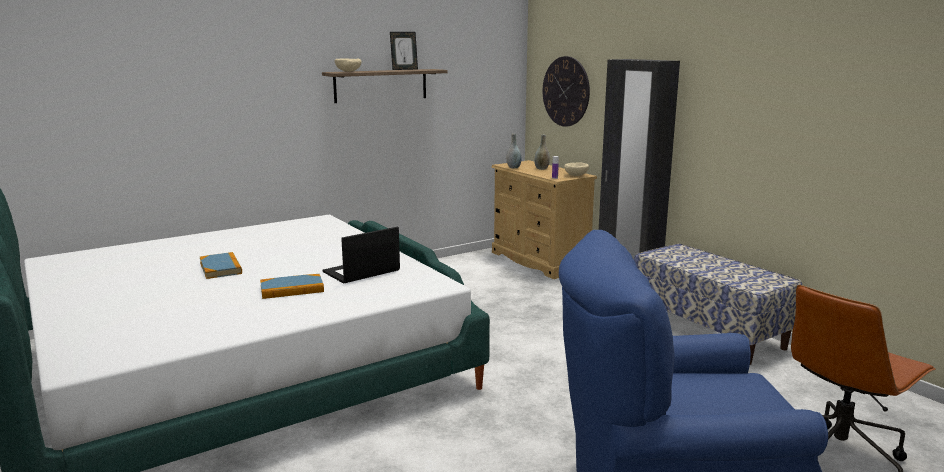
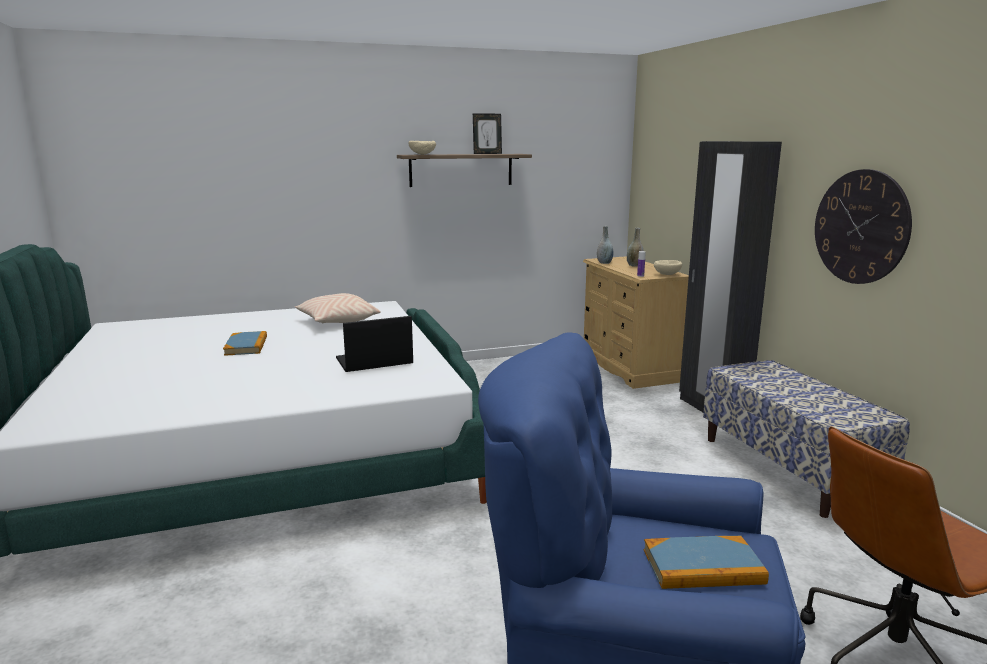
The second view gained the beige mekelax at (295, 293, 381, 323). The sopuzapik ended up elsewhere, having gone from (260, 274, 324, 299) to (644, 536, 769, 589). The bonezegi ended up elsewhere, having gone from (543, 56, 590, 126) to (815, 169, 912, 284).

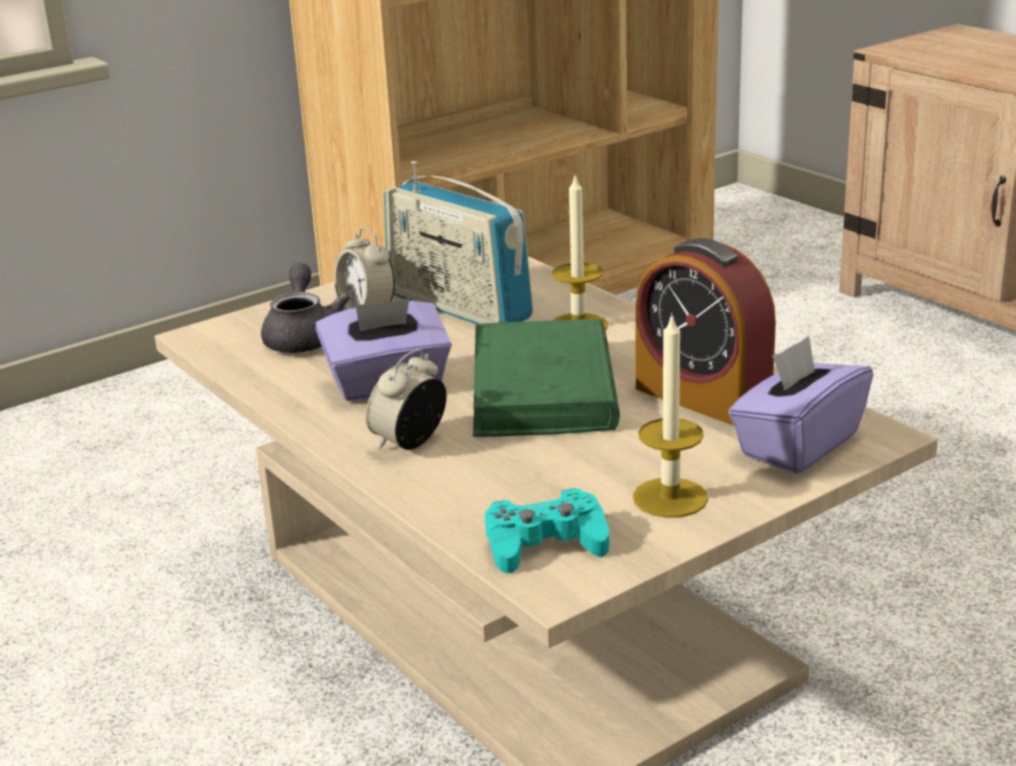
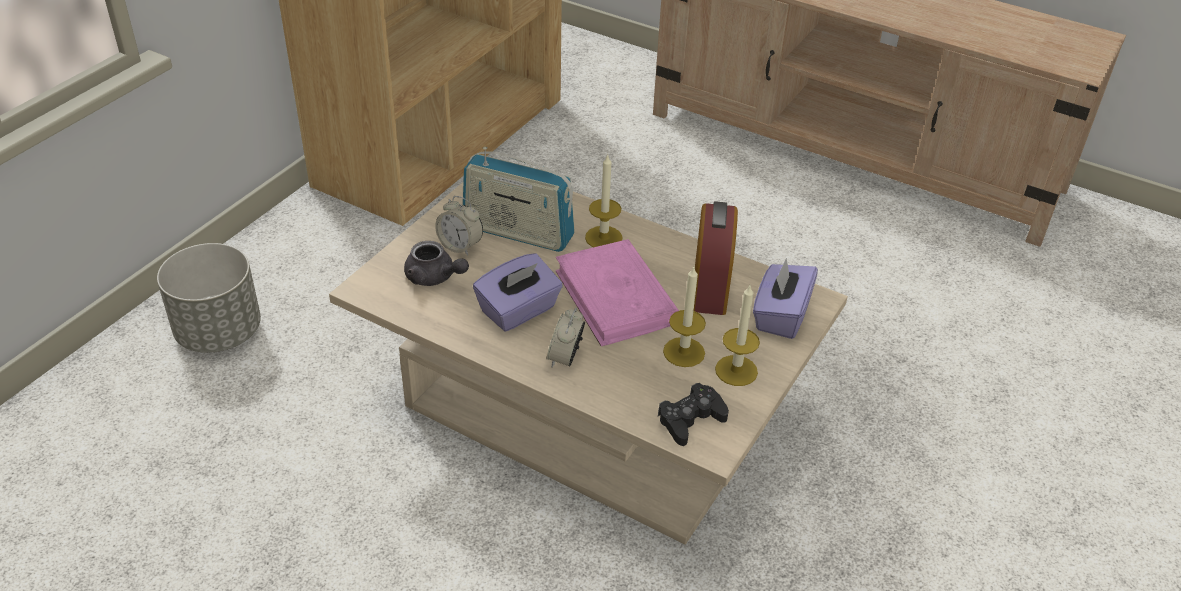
The second view gained the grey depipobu at (157, 243, 261, 353). The second view gained the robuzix at (663, 267, 706, 367). What was the green sopuzapik at (473, 319, 620, 437) turned into the pink sopuzapik at (556, 239, 679, 346). What was the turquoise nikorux at (485, 488, 609, 573) turned into the black nikorux at (658, 383, 729, 446). The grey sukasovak at (261, 263, 351, 353) ended up facing another way, 150 degrees clockwise from before. The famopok at (635, 238, 776, 426) ended up facing another way, 105 degrees counterclockwise from before.

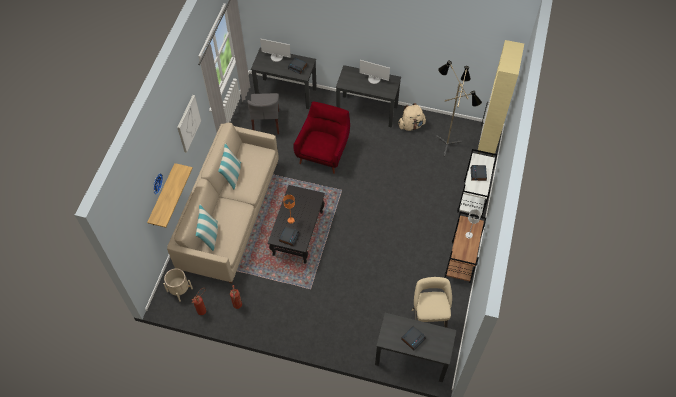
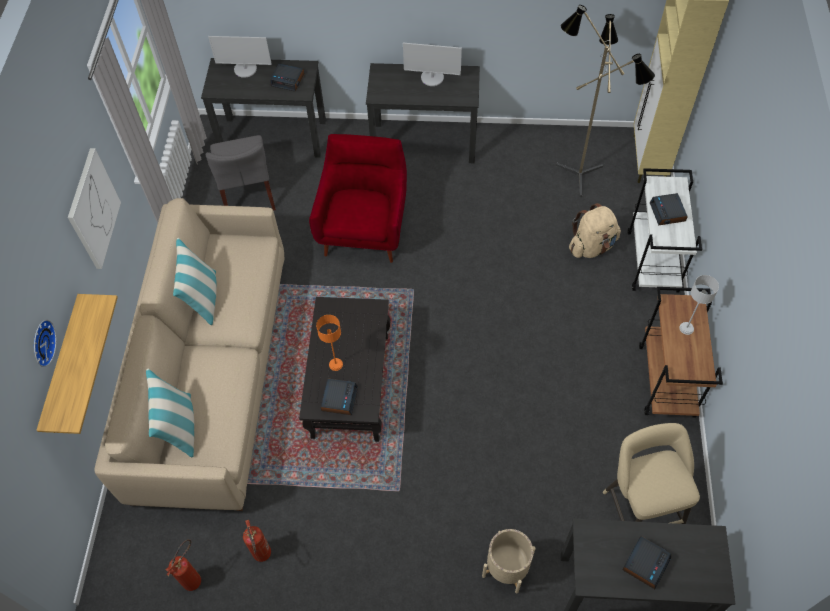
The beige depipobu ended up elsewhere, having gone from (163, 268, 193, 302) to (482, 529, 536, 593). The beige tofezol ended up elsewhere, having gone from (398, 103, 426, 131) to (569, 203, 621, 258).

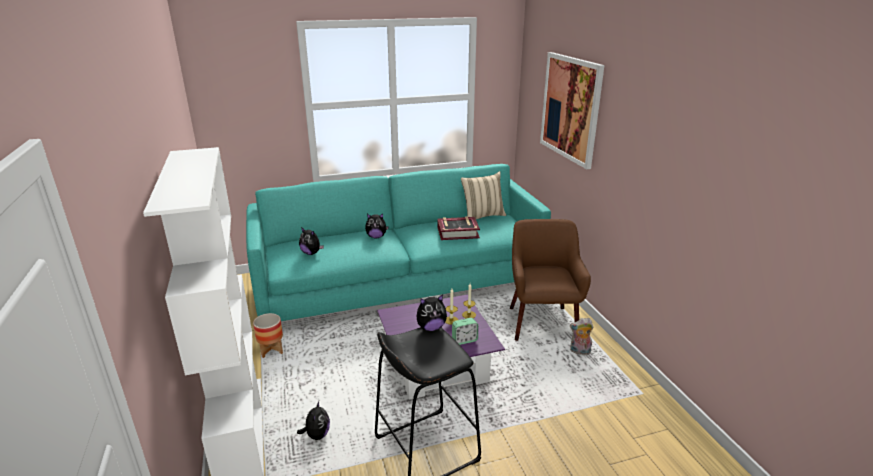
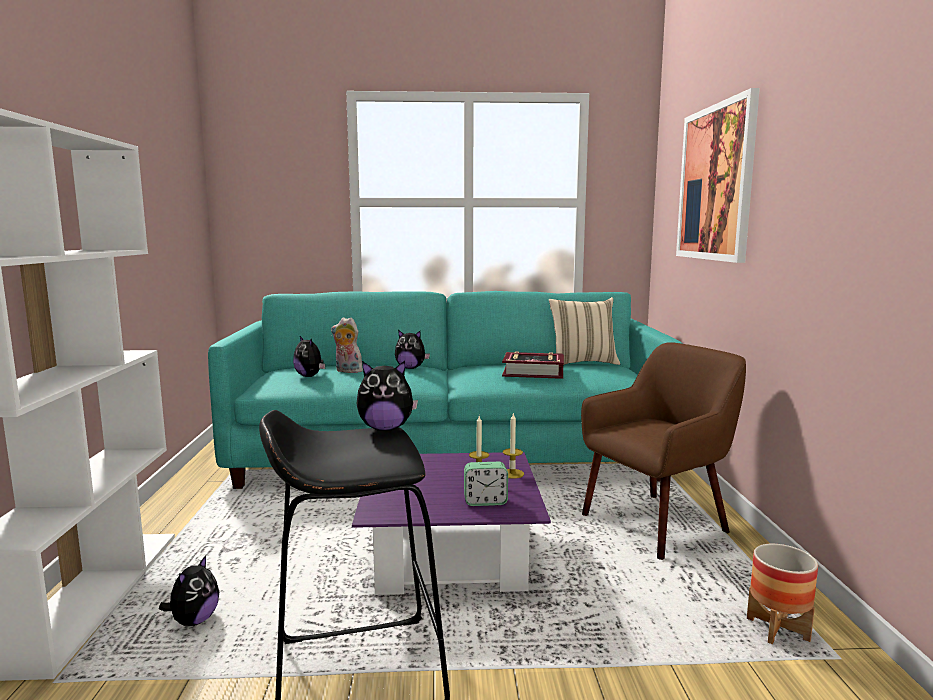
The depipobu ended up elsewhere, having gone from (253, 313, 283, 358) to (747, 544, 818, 644). The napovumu ended up elsewhere, having gone from (570, 318, 593, 355) to (331, 317, 363, 373). The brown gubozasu at (510, 219, 591, 341) ended up facing another way, 45 degrees clockwise from before.

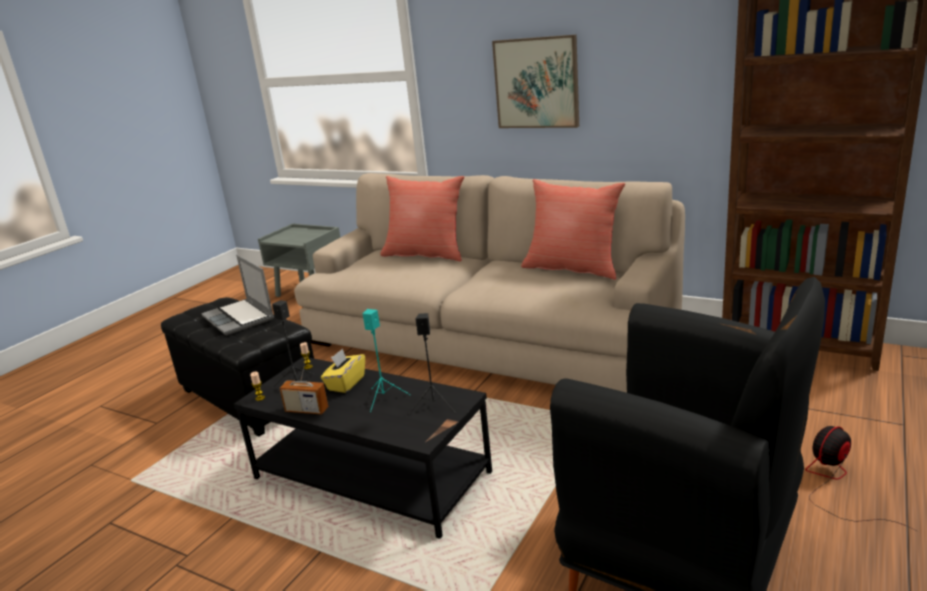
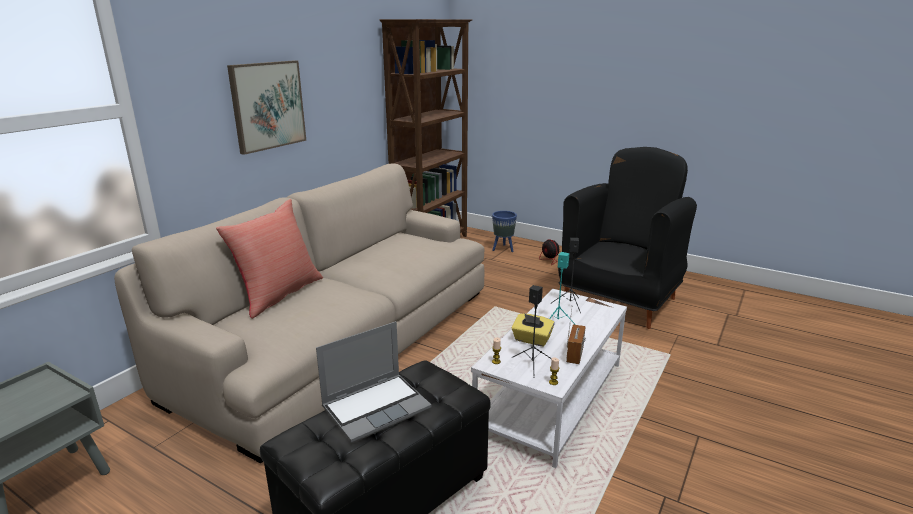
The second view lost the red mekelax at (521, 179, 625, 280). The second view gained the blue depipobu at (492, 211, 517, 252). What was the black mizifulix at (234, 357, 492, 539) turned into the white mizifulix at (471, 289, 627, 468).

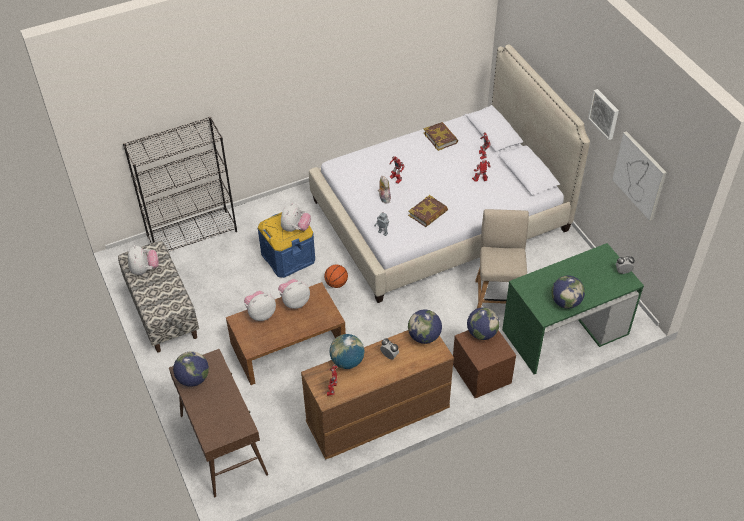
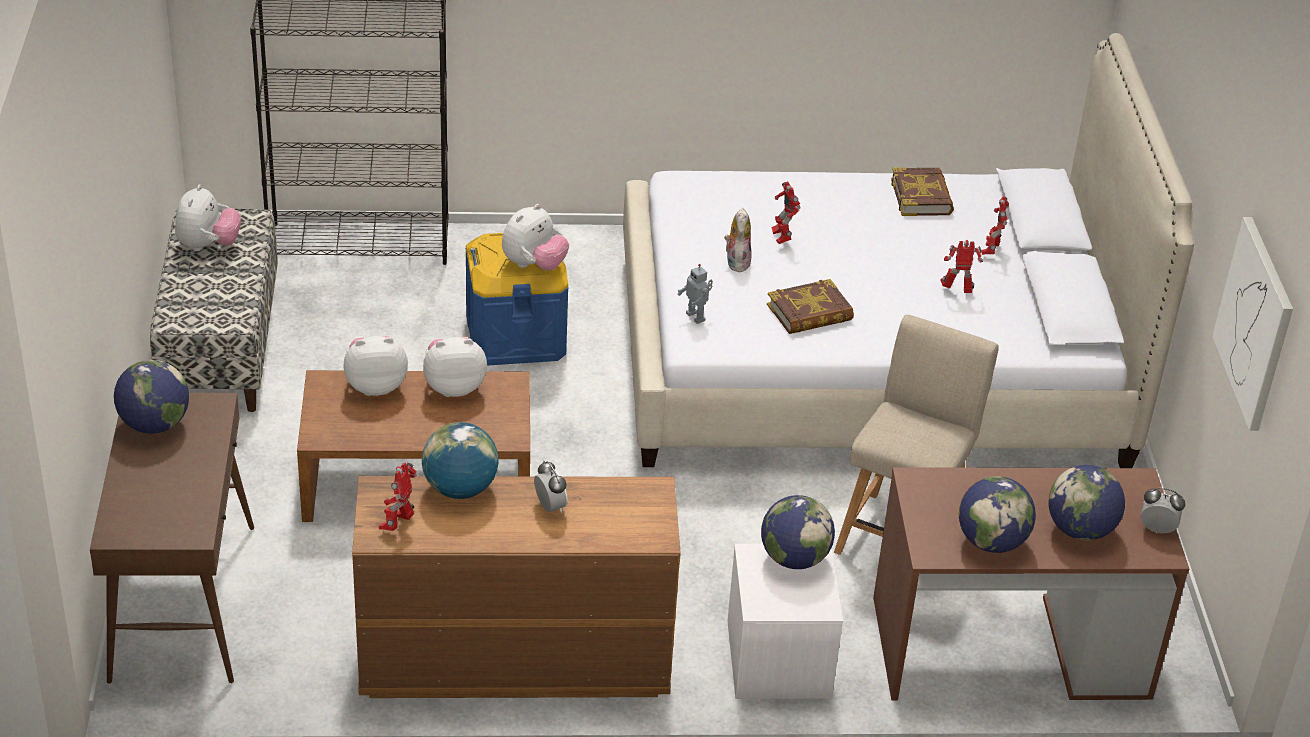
The second view lost the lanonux at (324, 265, 348, 288). The second view lost the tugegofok at (588, 89, 619, 140). The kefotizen ended up elsewhere, having gone from (408, 310, 442, 344) to (1048, 465, 1125, 541). What was the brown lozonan at (453, 330, 516, 398) turned into the white lozonan at (727, 544, 843, 699). What was the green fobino at (502, 243, 644, 374) turned into the brown fobino at (873, 467, 1189, 701).

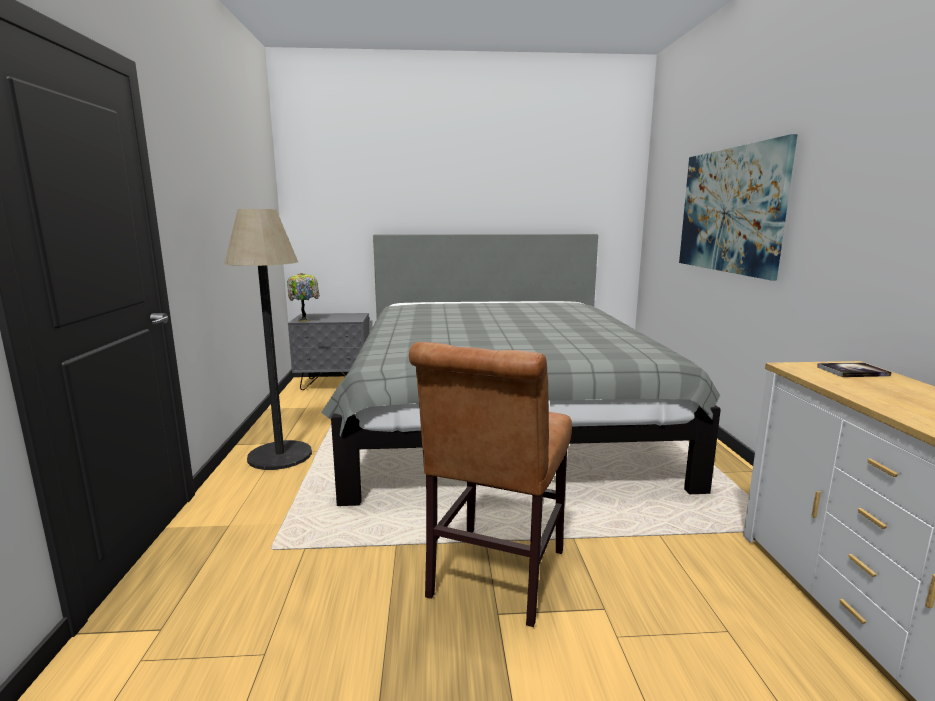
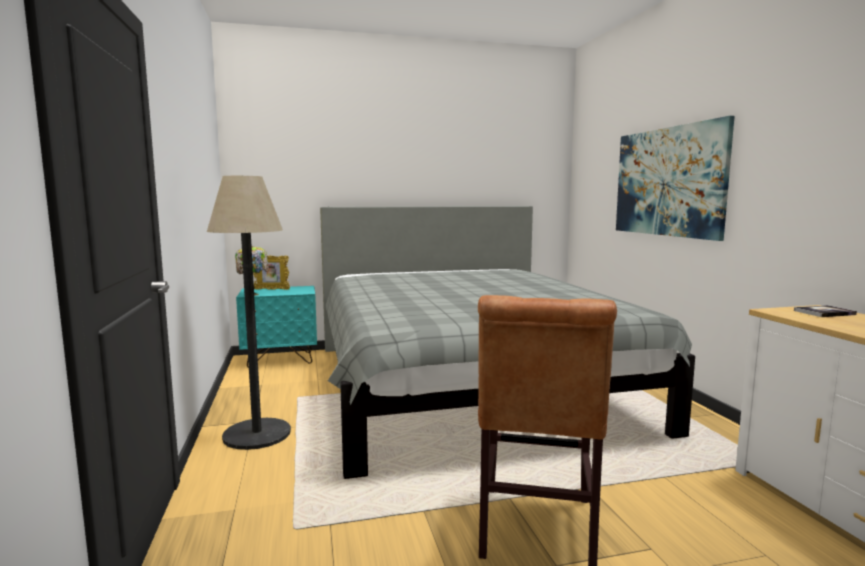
The second view gained the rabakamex at (253, 255, 290, 290). What was the grey lozonan at (288, 313, 370, 390) turned into the turquoise lozonan at (236, 286, 317, 368).

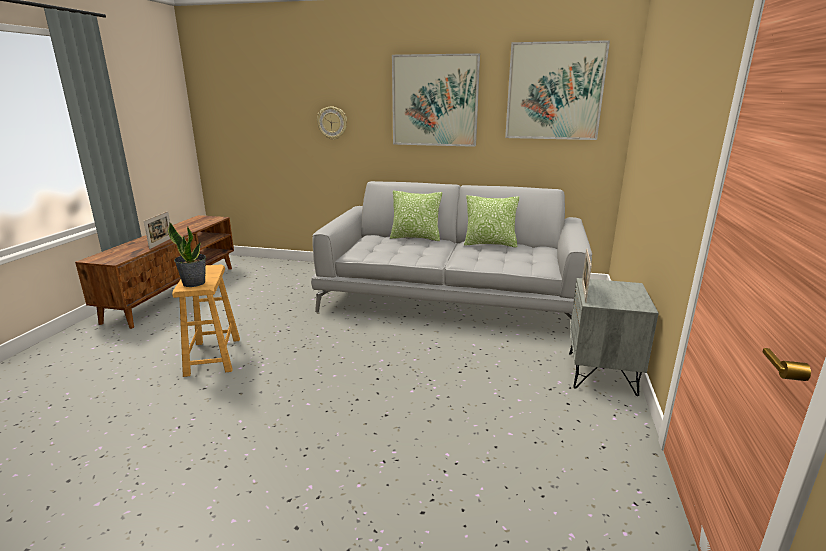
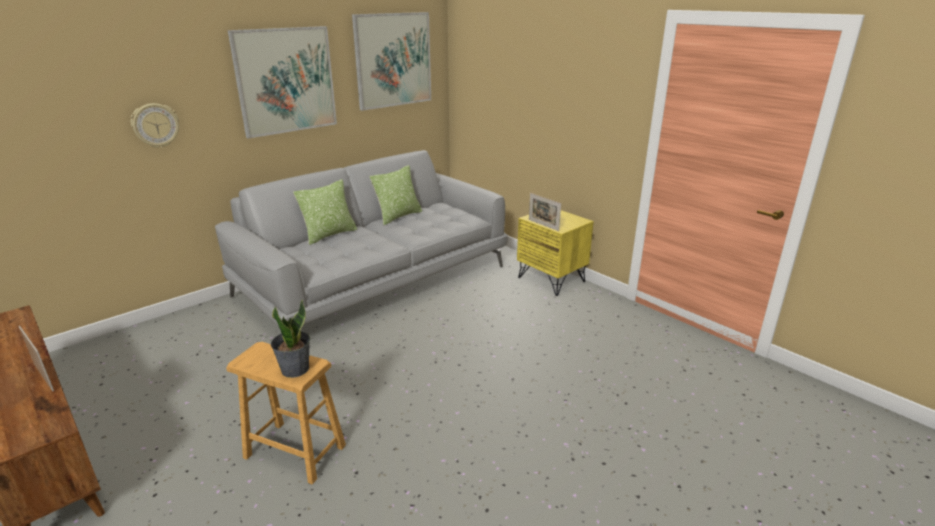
What was the grey lozonan at (569, 278, 659, 396) turned into the yellow lozonan at (517, 210, 594, 296).

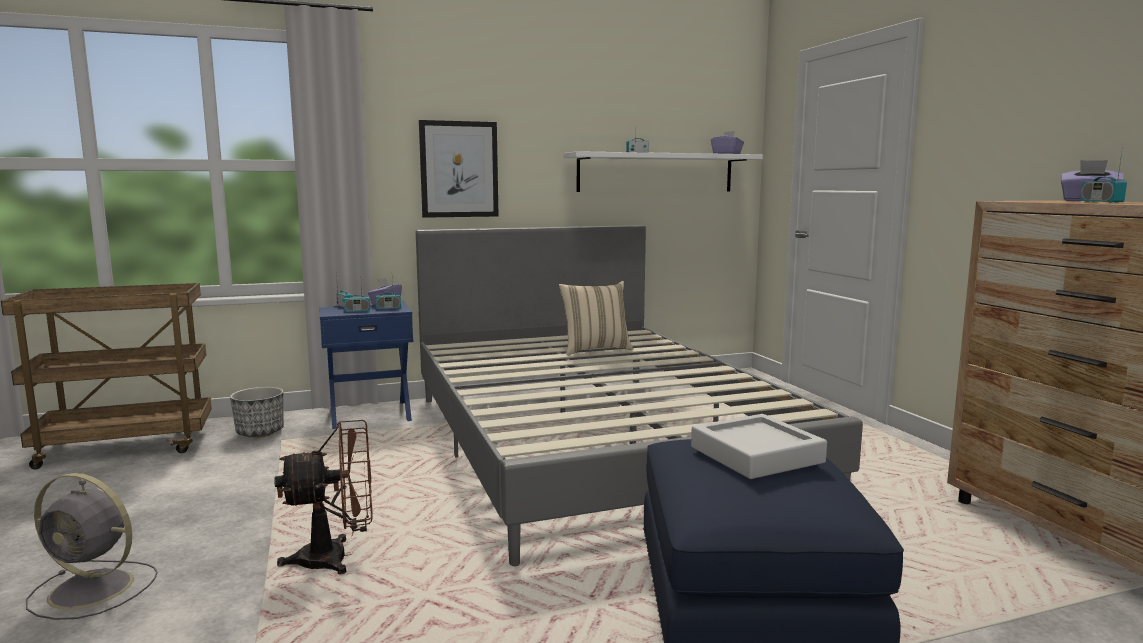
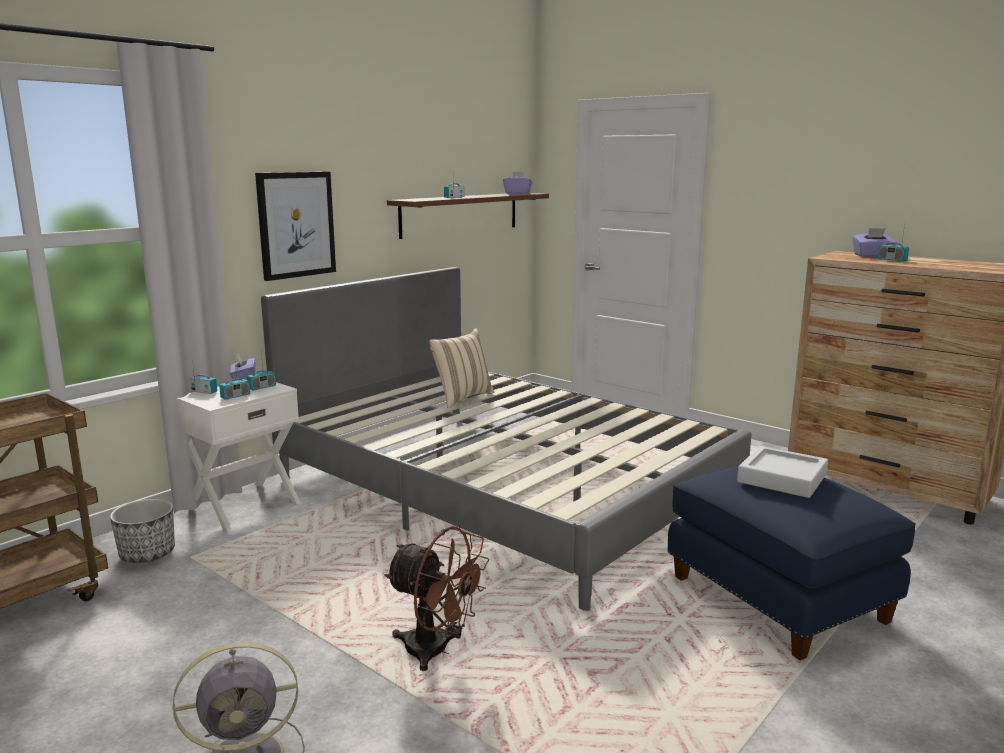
What was the blue lozonan at (320, 301, 413, 429) turned into the white lozonan at (176, 382, 300, 531). What was the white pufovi at (563, 151, 763, 192) turned into the brown pufovi at (387, 193, 549, 239). The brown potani at (274, 420, 373, 574) ended up facing another way, 75 degrees clockwise from before.

